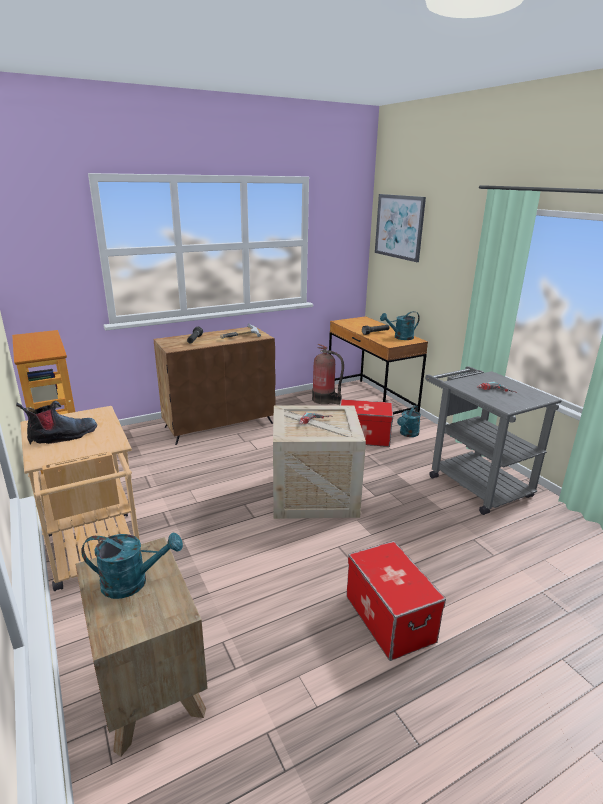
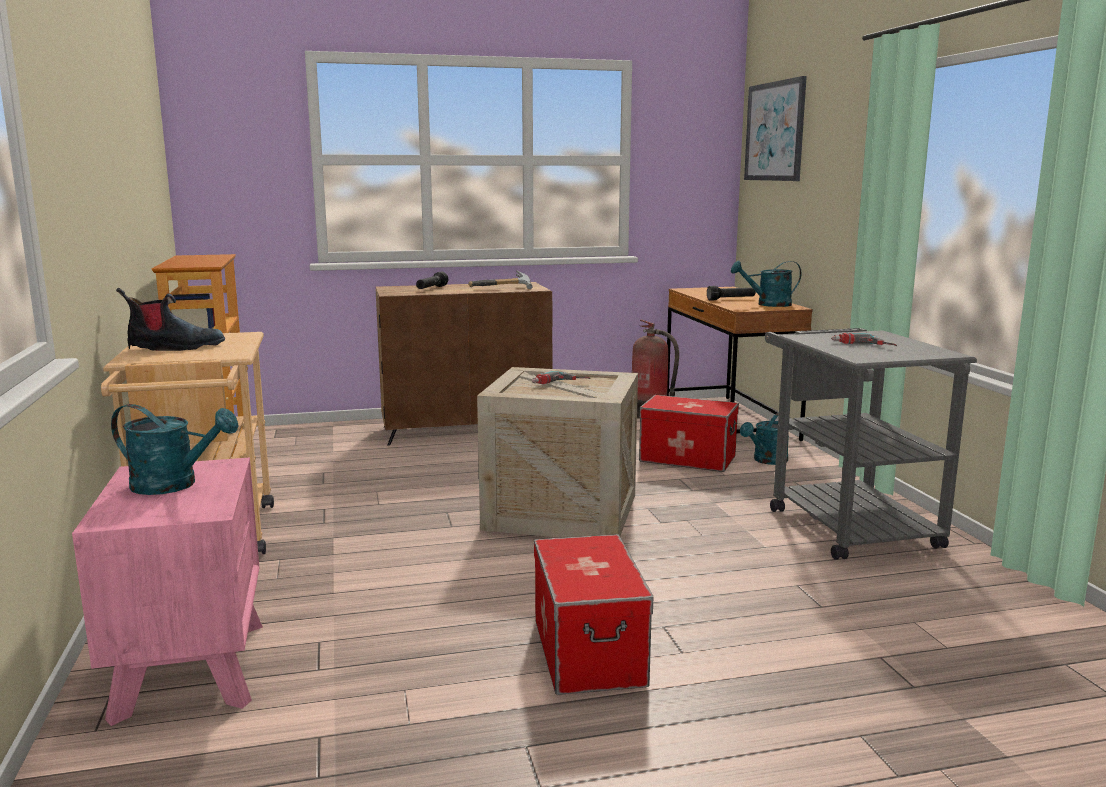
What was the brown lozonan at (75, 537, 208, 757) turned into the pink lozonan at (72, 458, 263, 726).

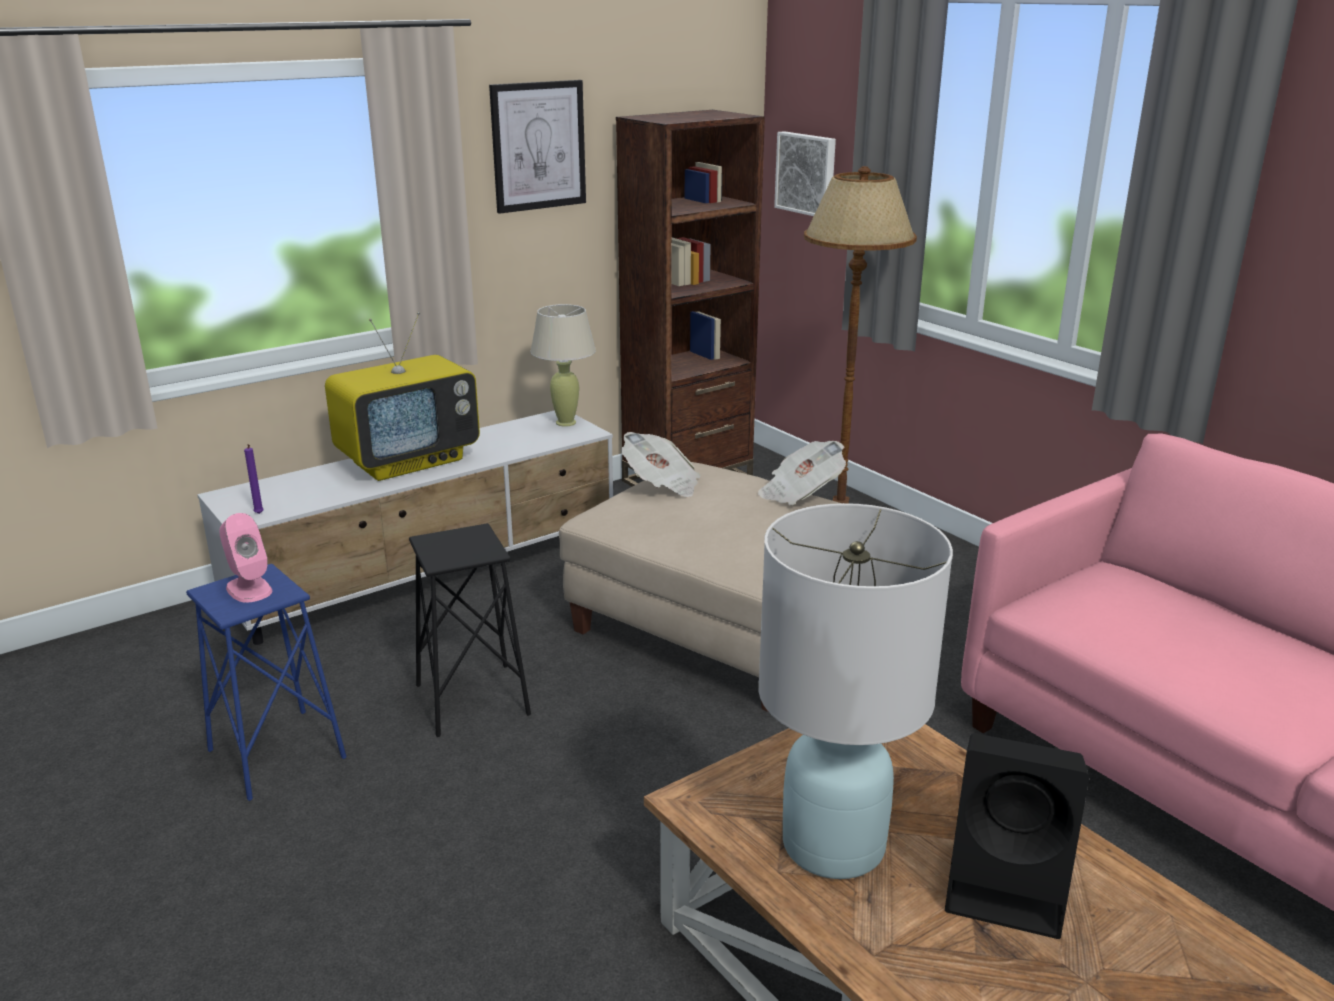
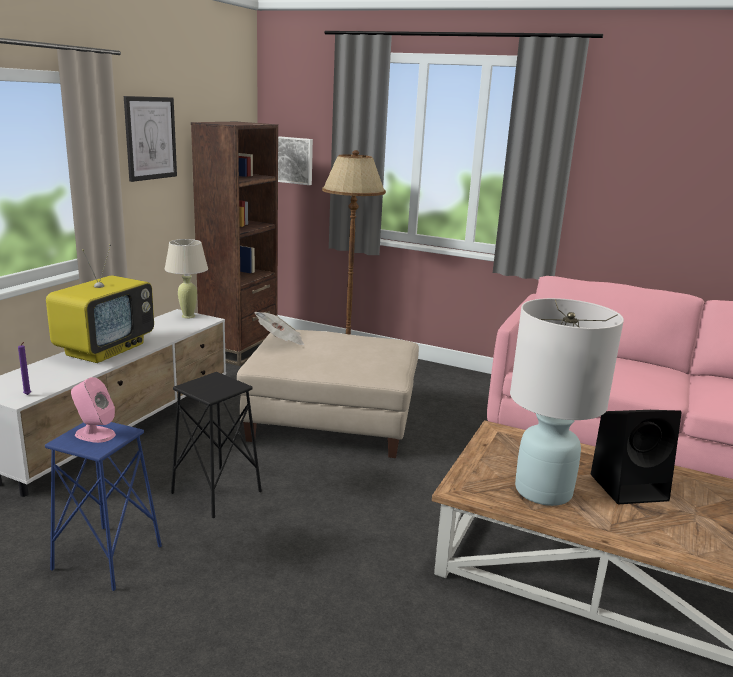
The second view lost the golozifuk at (758, 441, 846, 505).

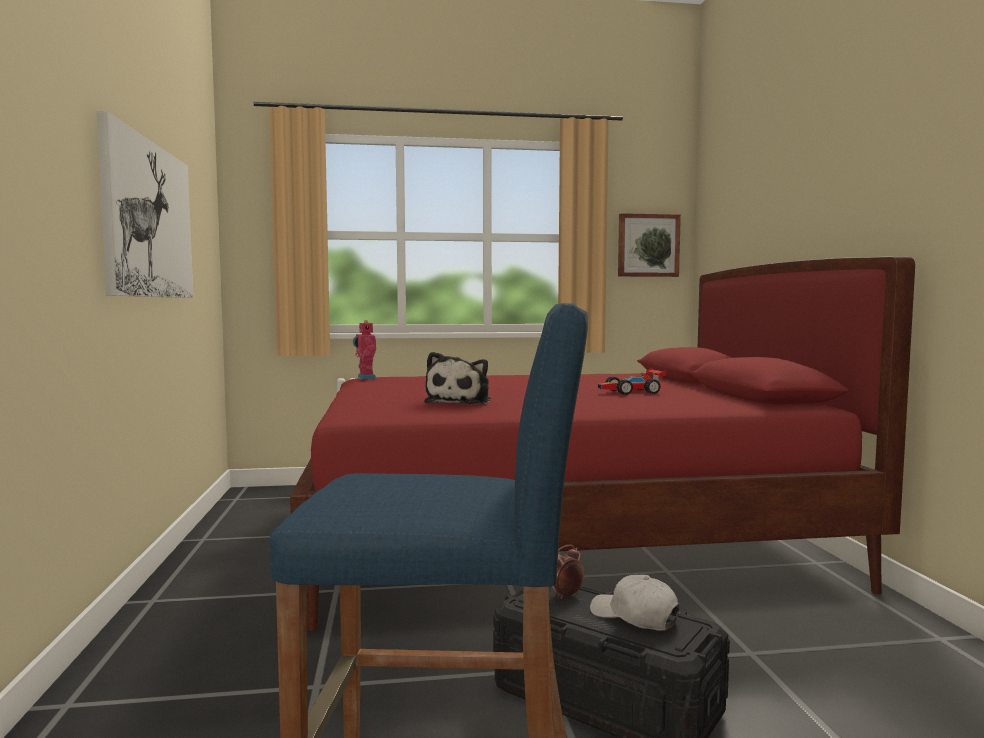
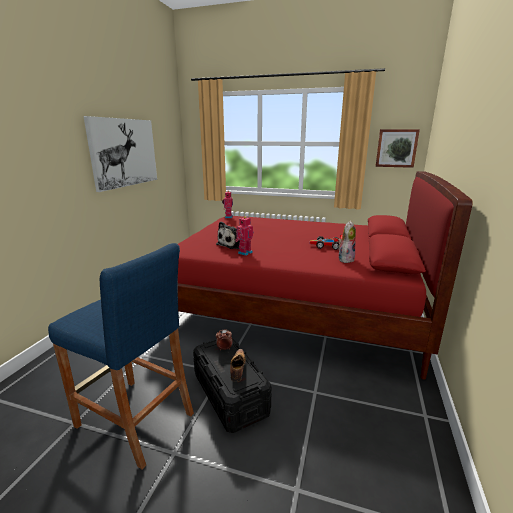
The second view gained the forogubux at (235, 216, 254, 256). The second view gained the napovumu at (338, 221, 356, 263). Where the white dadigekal stood at (590, 575, 680, 631), the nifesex came to stand at (230, 349, 246, 382).

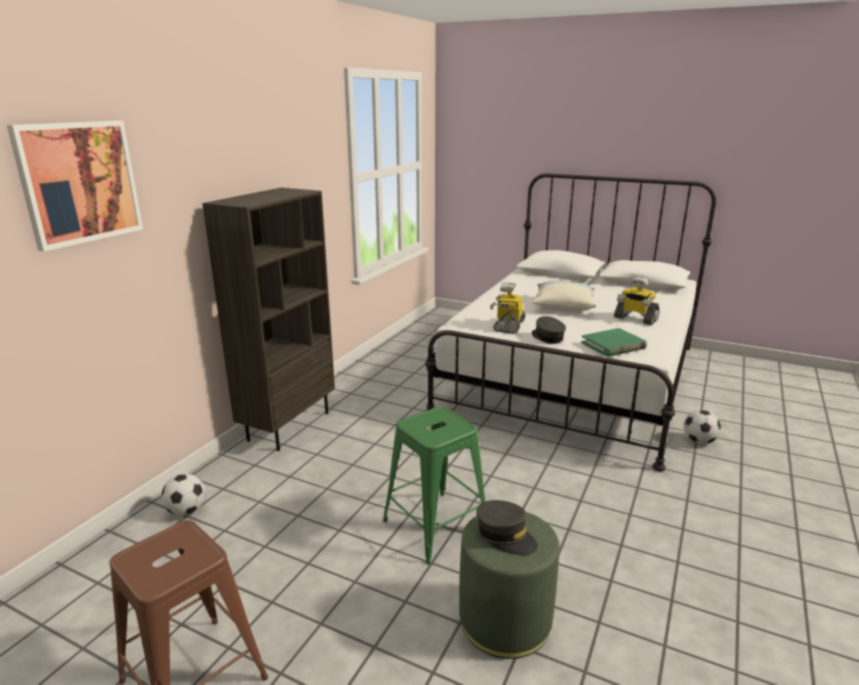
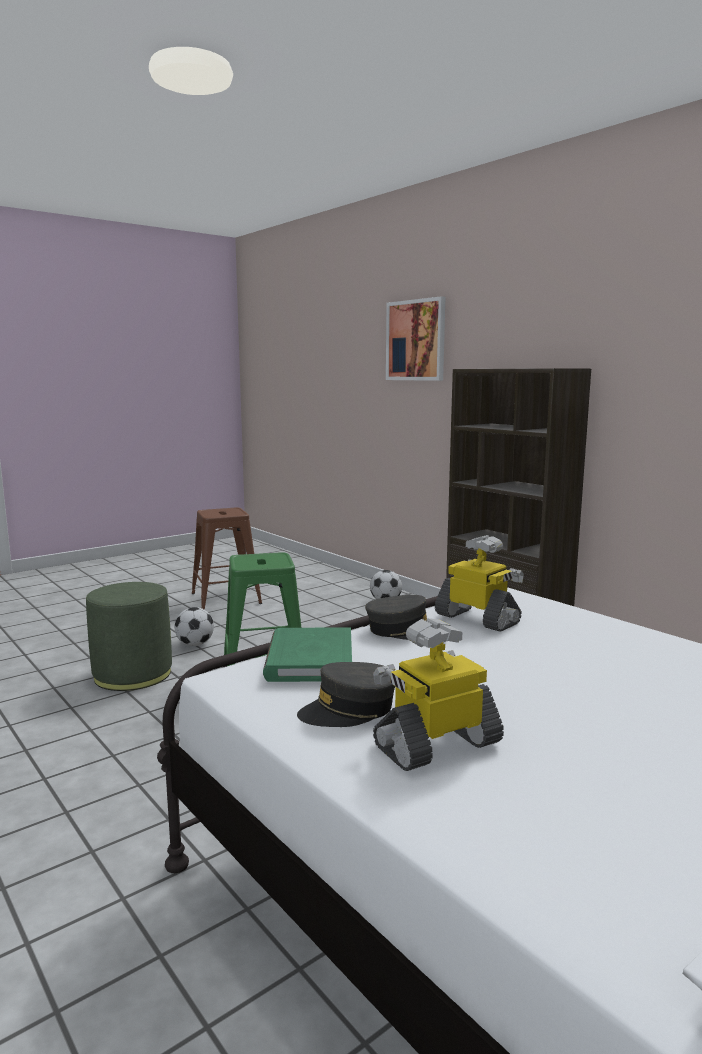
The second view lost the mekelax at (532, 281, 596, 311). The grey dadigekal ended up elsewhere, having gone from (476, 500, 538, 555) to (297, 662, 395, 727). The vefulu ended up elsewhere, having gone from (684, 410, 721, 444) to (174, 607, 214, 646).

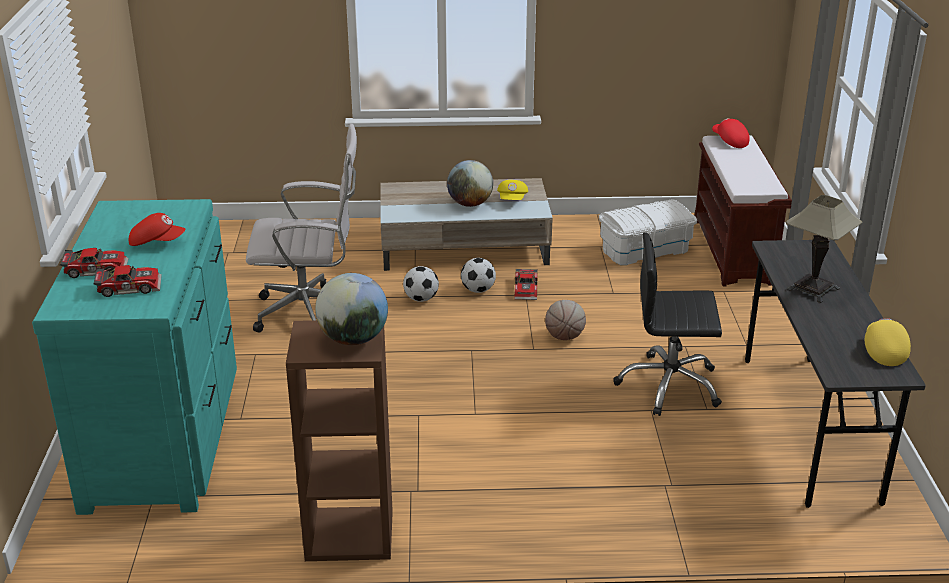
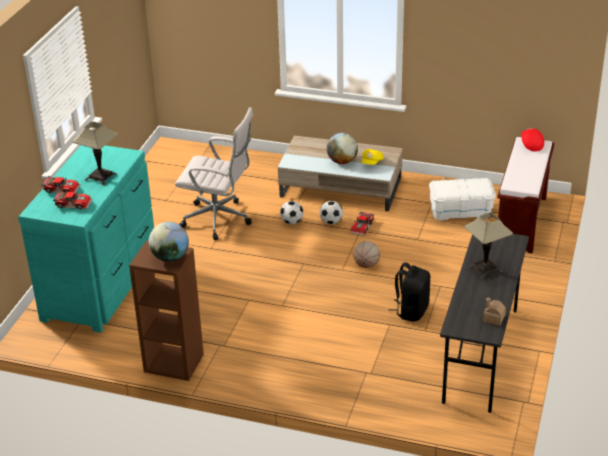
Where the red dadigekal stood at (129, 213, 185, 246), the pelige came to stand at (72, 122, 118, 185). Where the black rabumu stood at (613, 232, 722, 416), the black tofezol came to stand at (389, 262, 430, 321). Where the yellow dadigekal stood at (865, 318, 911, 366), the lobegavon came to stand at (483, 297, 506, 326).

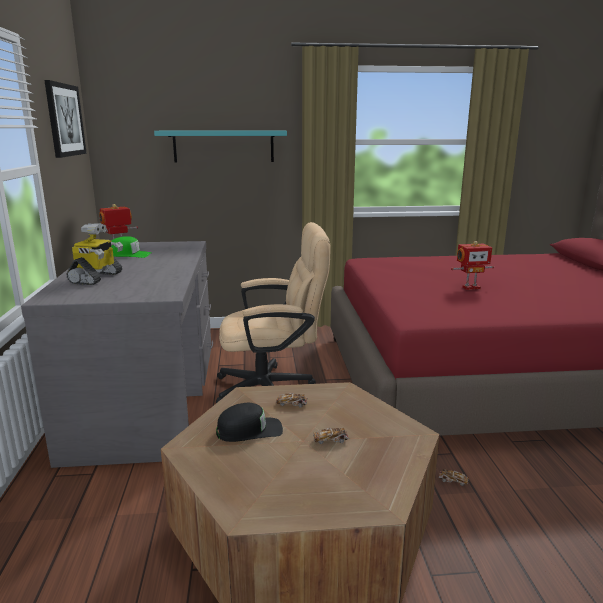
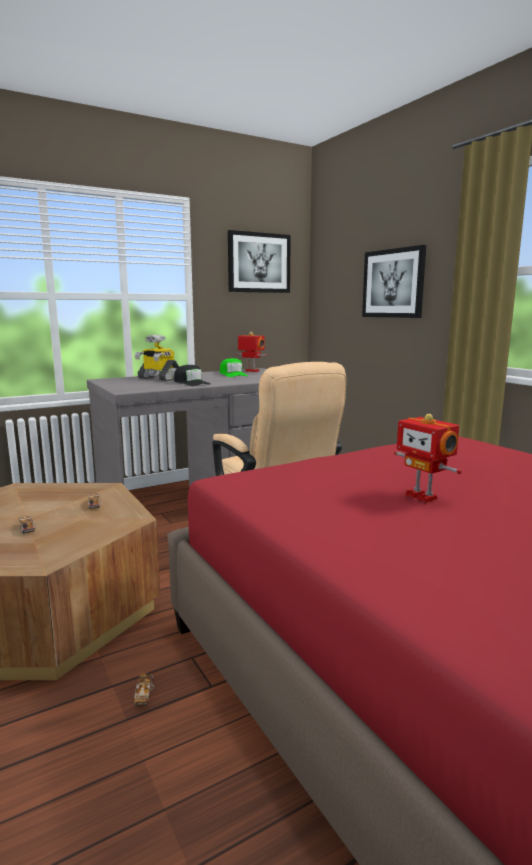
The black dadigekal ended up elsewhere, having gone from (216, 403, 283, 442) to (174, 365, 210, 386). Where the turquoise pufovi hung at (154, 130, 287, 163), the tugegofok came to hang at (362, 245, 426, 318). The forogubux at (67, 223, 123, 285) ended up facing another way, 45 degrees clockwise from before.

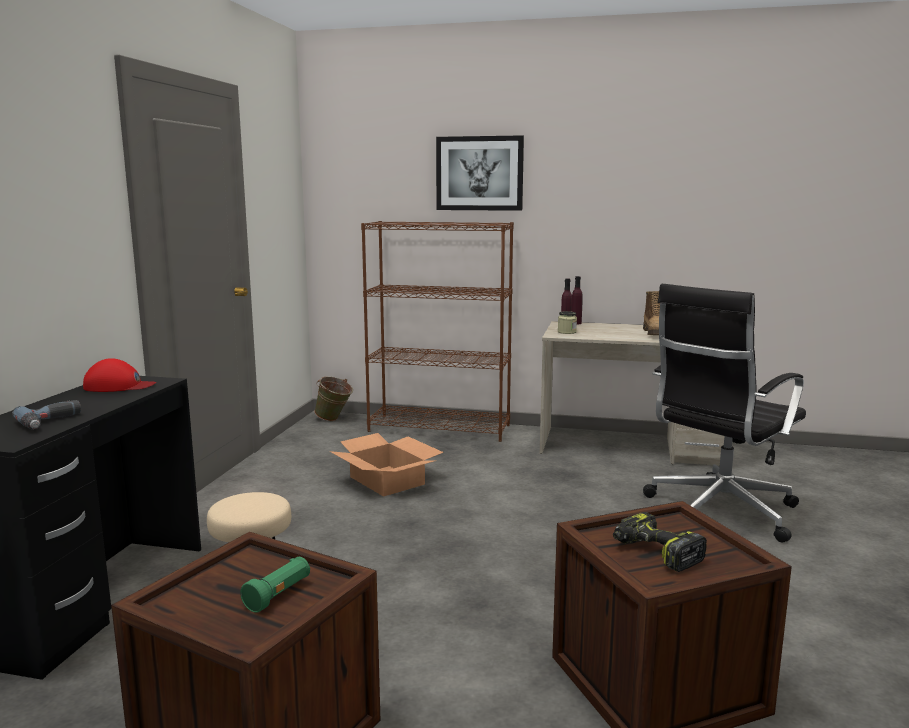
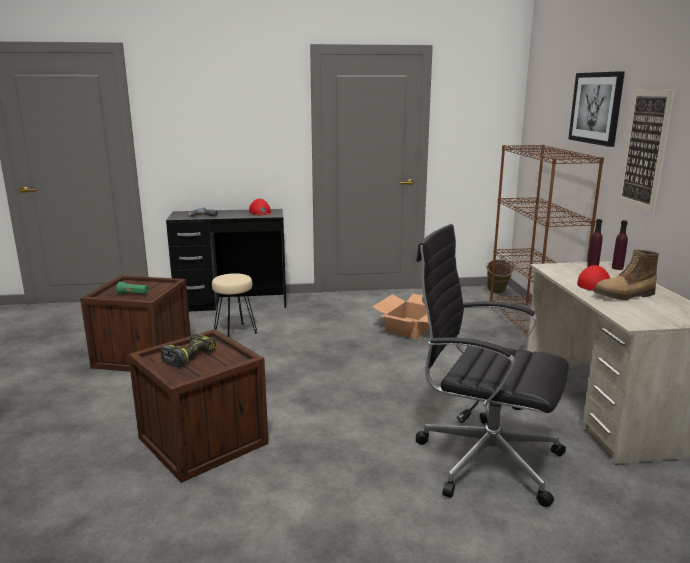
The second view lost the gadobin at (558, 311, 577, 334). The second view gained the red dadigekal at (577, 265, 610, 291). The second view gained the tugegofok at (617, 89, 675, 213).

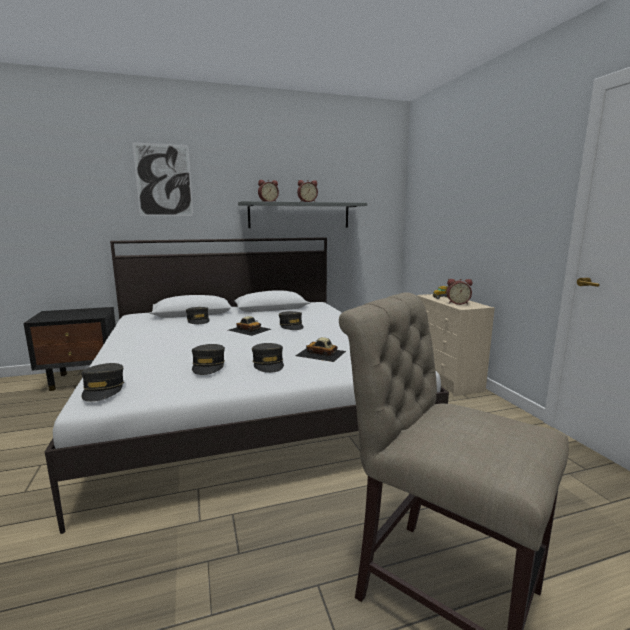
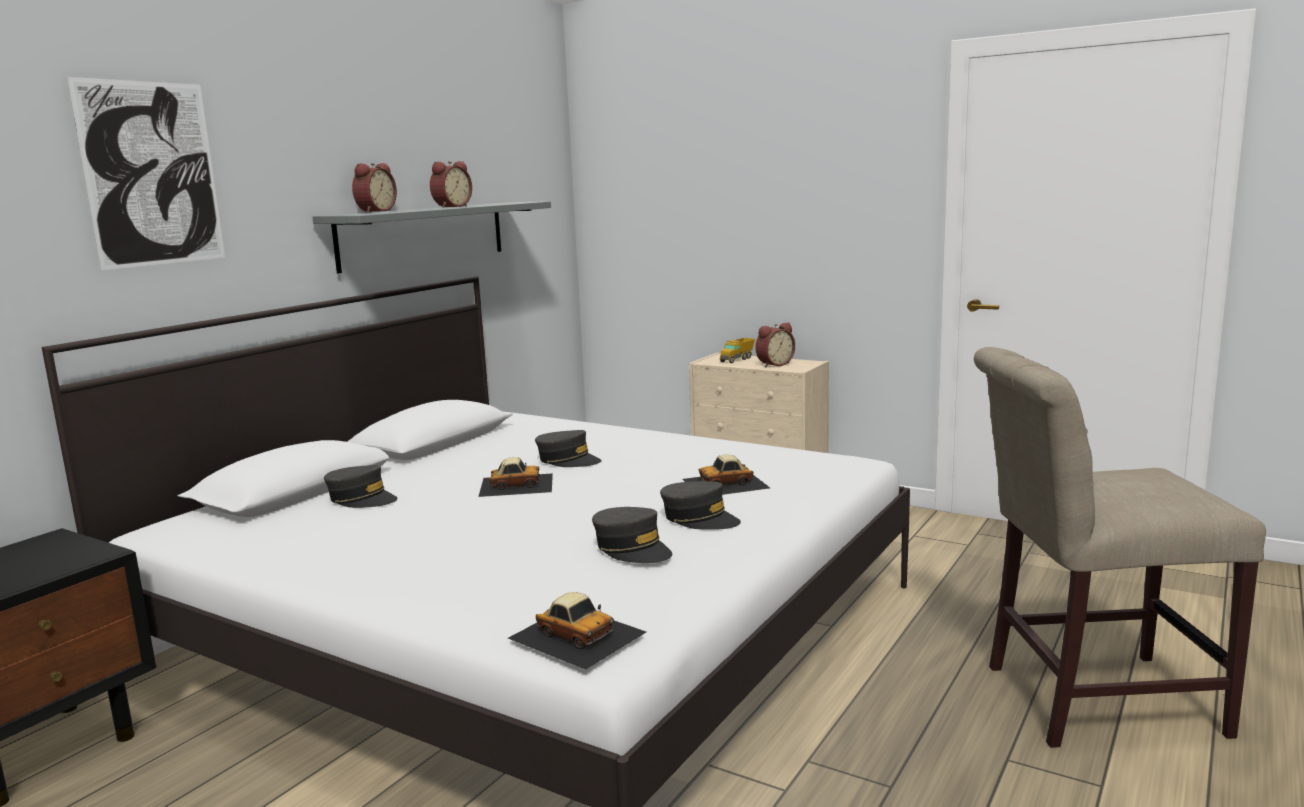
Where the grey dadigekal stood at (81, 363, 124, 402), the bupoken came to stand at (508, 592, 646, 670).

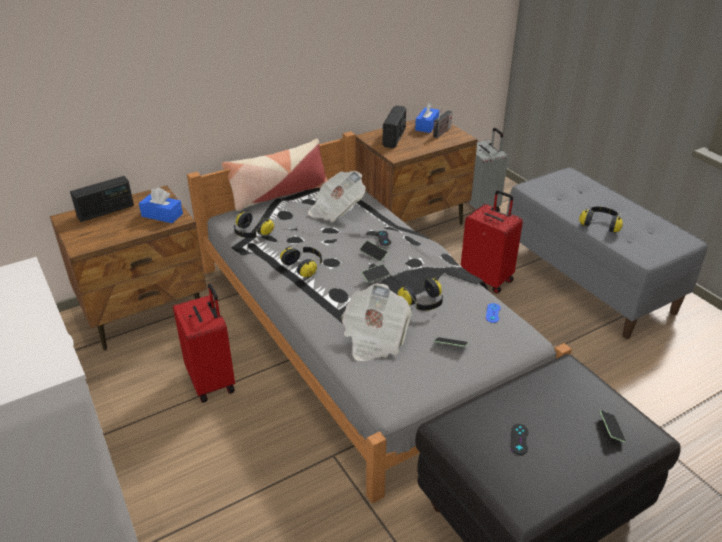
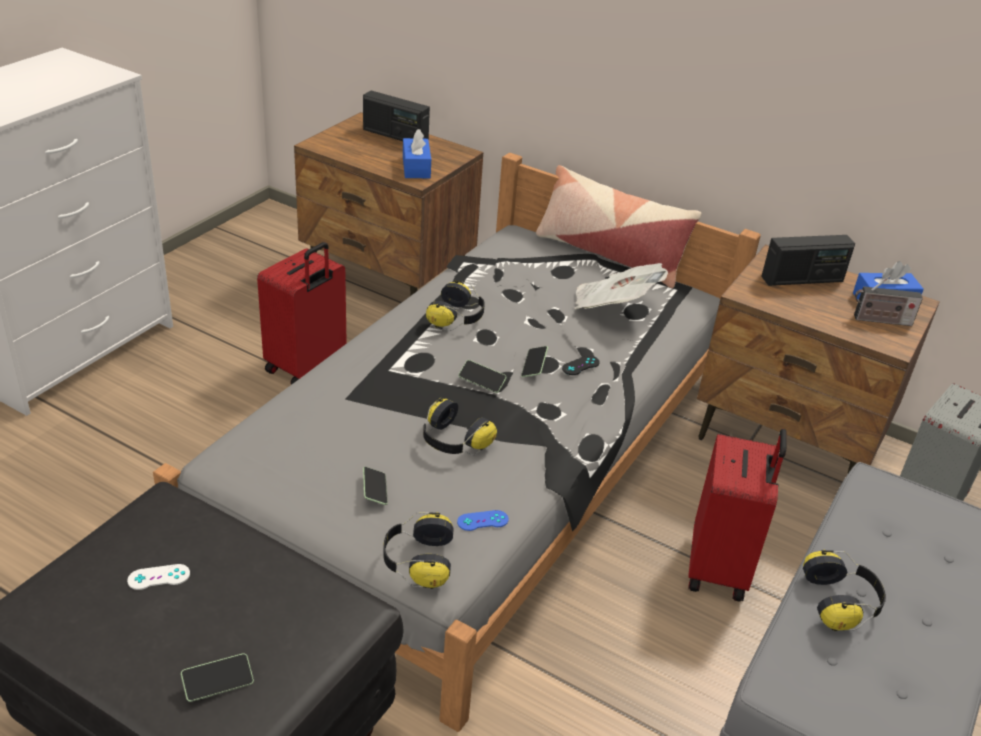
The second view lost the golozifuk at (341, 283, 412, 361). The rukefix ended up elsewhere, having gone from (234, 211, 274, 239) to (383, 512, 454, 589). What was the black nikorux at (510, 424, 529, 455) turned into the white nikorux at (127, 564, 190, 590).

